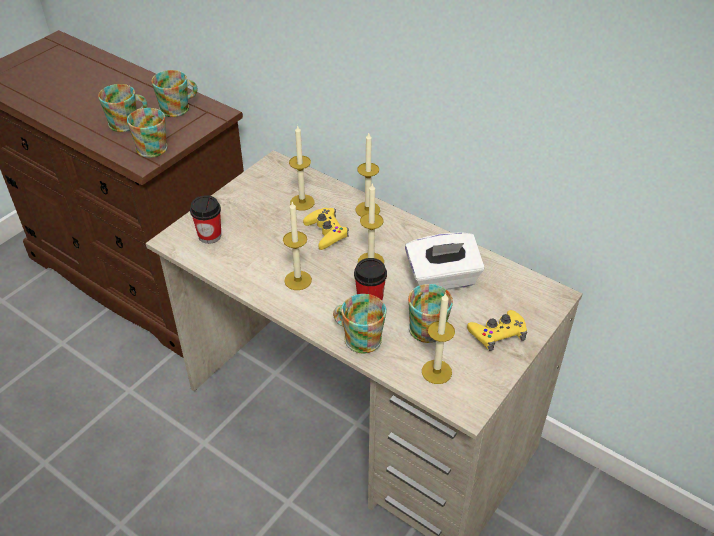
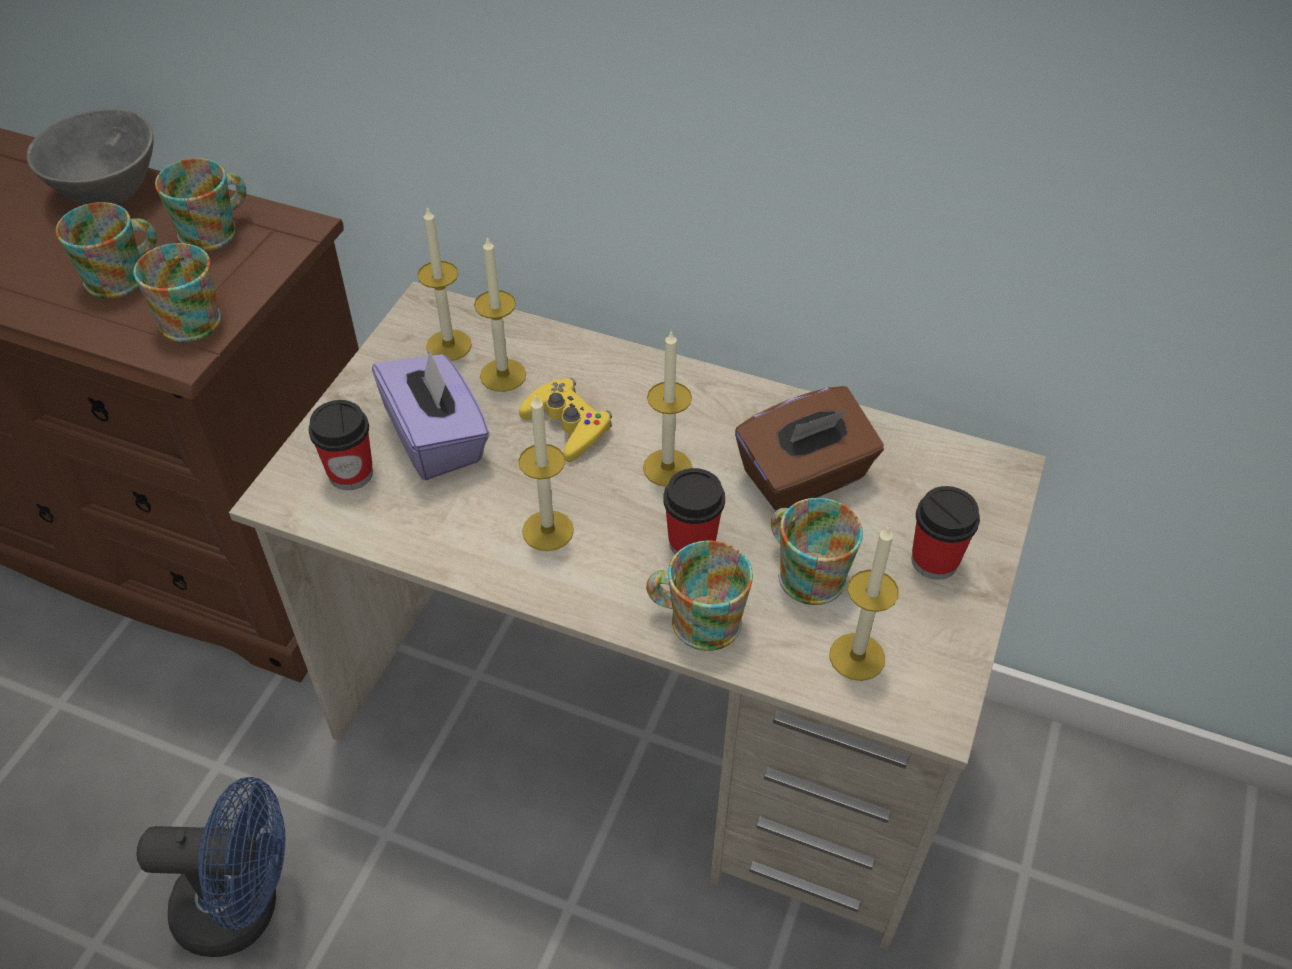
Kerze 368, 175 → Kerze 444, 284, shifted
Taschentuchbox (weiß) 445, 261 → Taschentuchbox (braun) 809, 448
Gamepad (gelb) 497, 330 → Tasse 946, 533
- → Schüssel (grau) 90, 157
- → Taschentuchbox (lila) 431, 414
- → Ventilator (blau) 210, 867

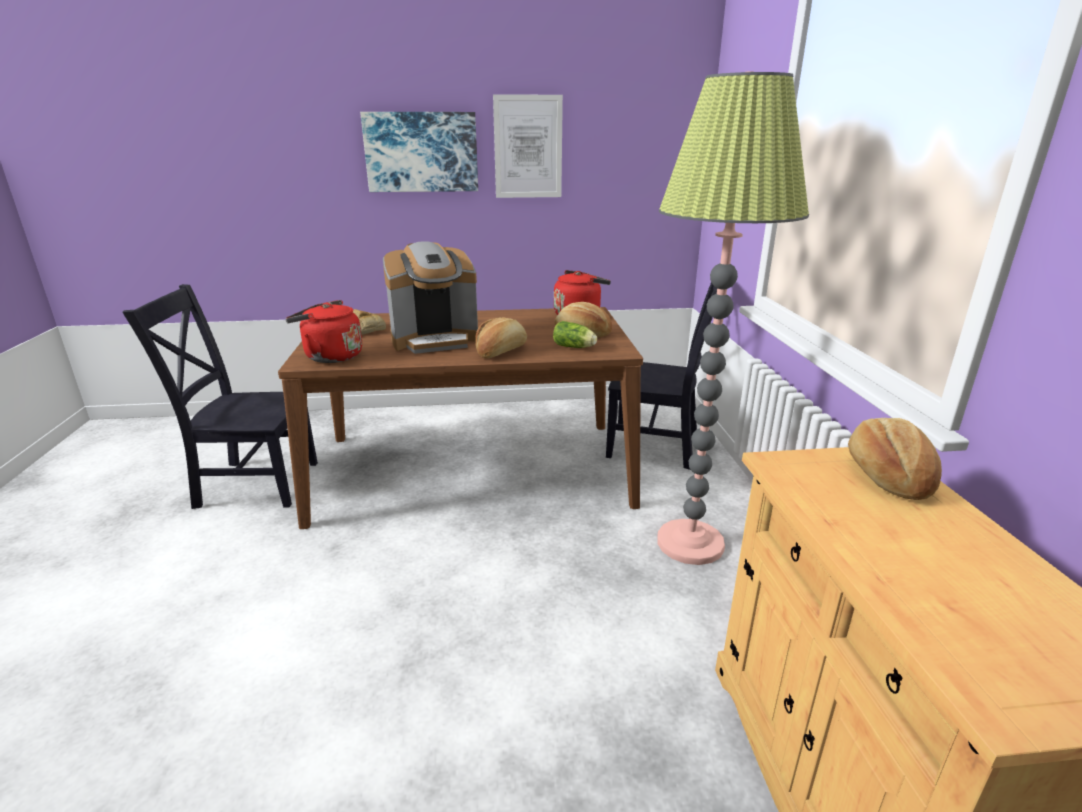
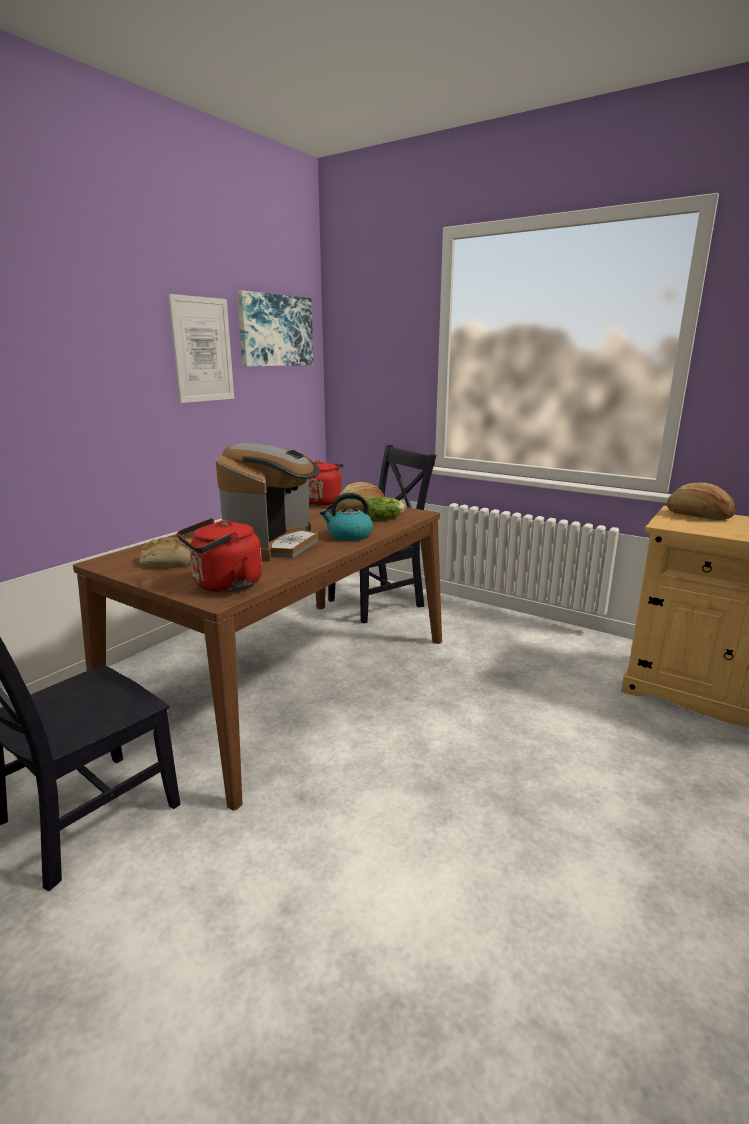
Stehlampe 733, 318 → -
Bild 419, 152 → Bild 275, 328, shifted
Brot 501, 337 → Wasserkessel 346, 517

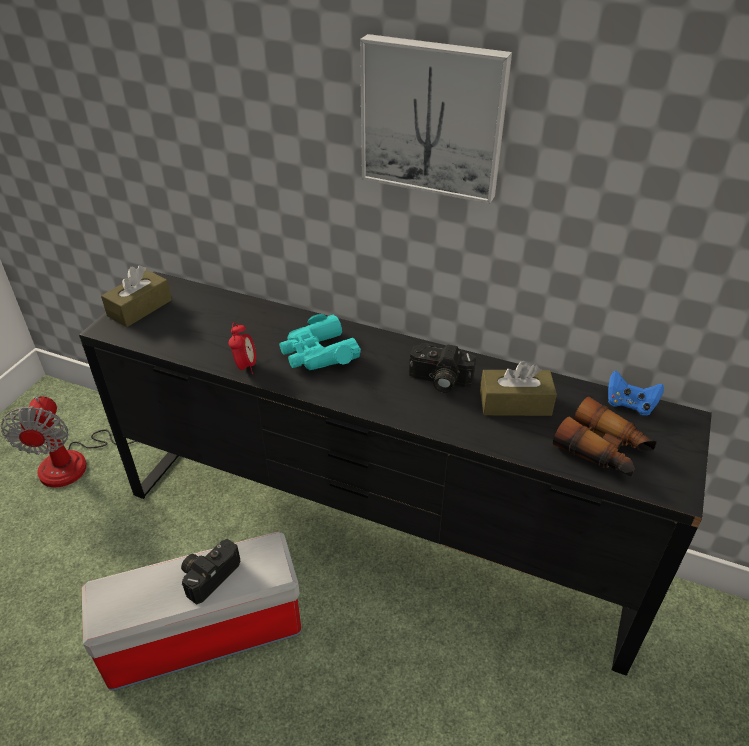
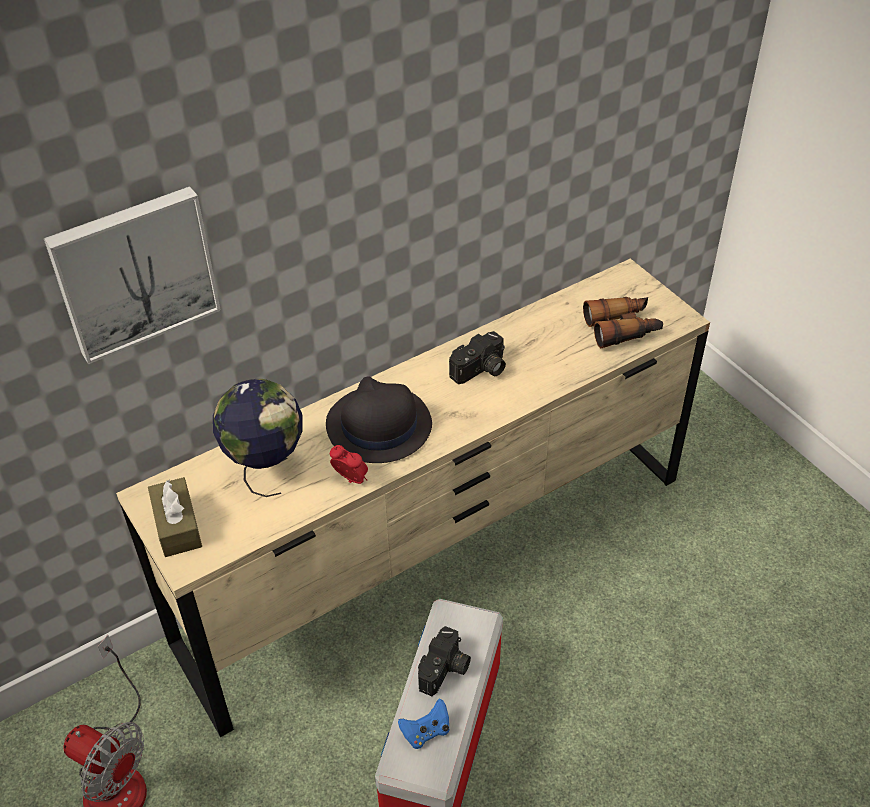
Bild 436, 119 → Bild 132, 275, shifted
Kommode (schwarz) 395, 474 → Kommode (beige) 413, 497
Fernglas (türkis) 320, 342 → Hut (schwarz) 379, 419
Taschentuchbox (braun) 518, 388 → -
Gamepad (blau) 636, 393 → Gamepad (blau) 424, 724, shifted
Kamera 210, 572 → Kamera 444, 661, 135 degrees counterclockwise
- → Globus 258, 438

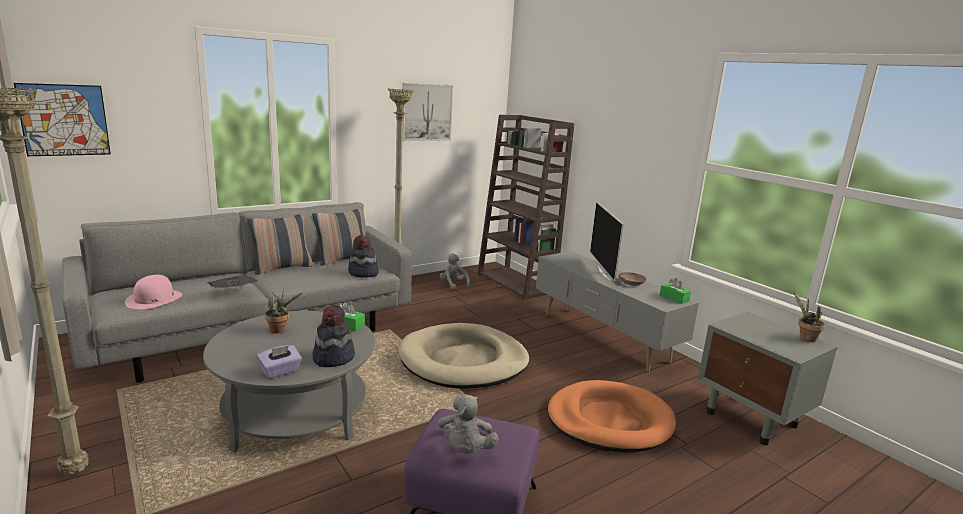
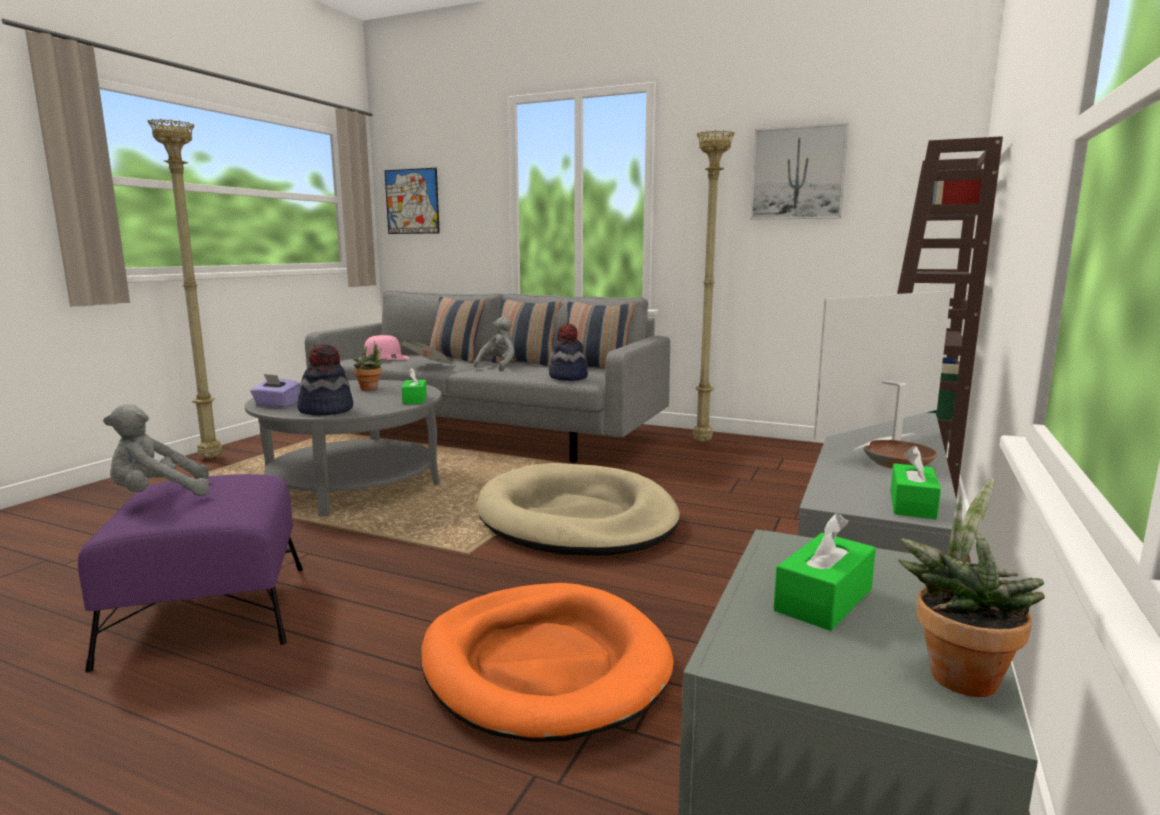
Plüschtier (grau) 455, 272 → Plüschtier (grau) 494, 344, shifted
- → Kissen 457, 330
- → Taschentuchbox (grün) 824, 572

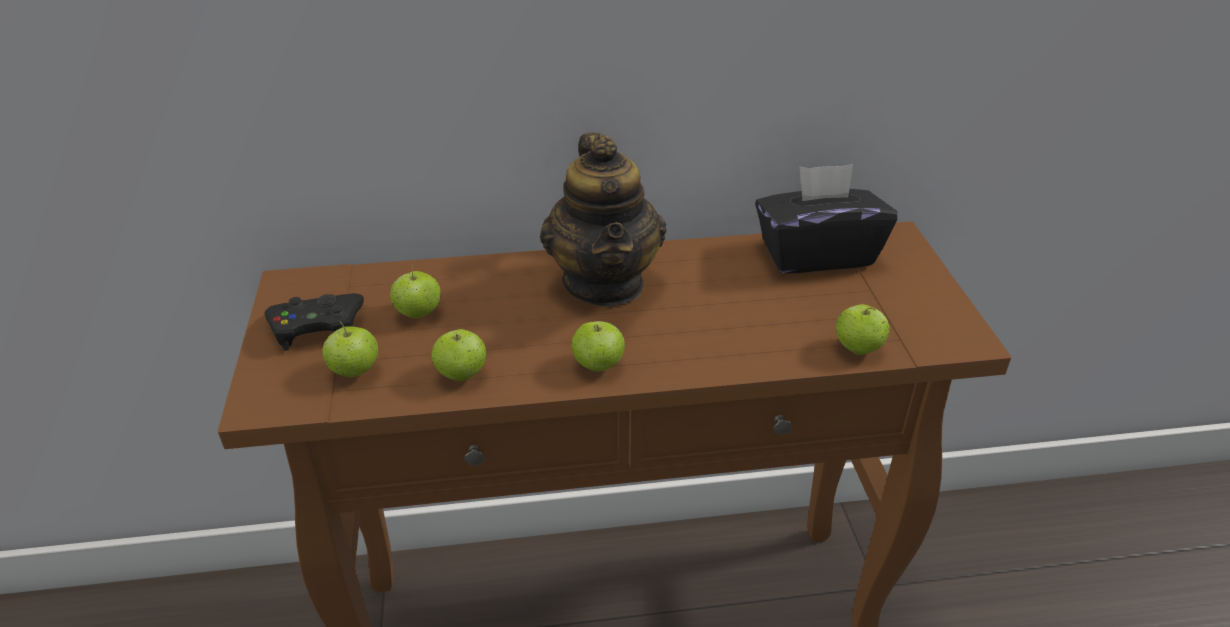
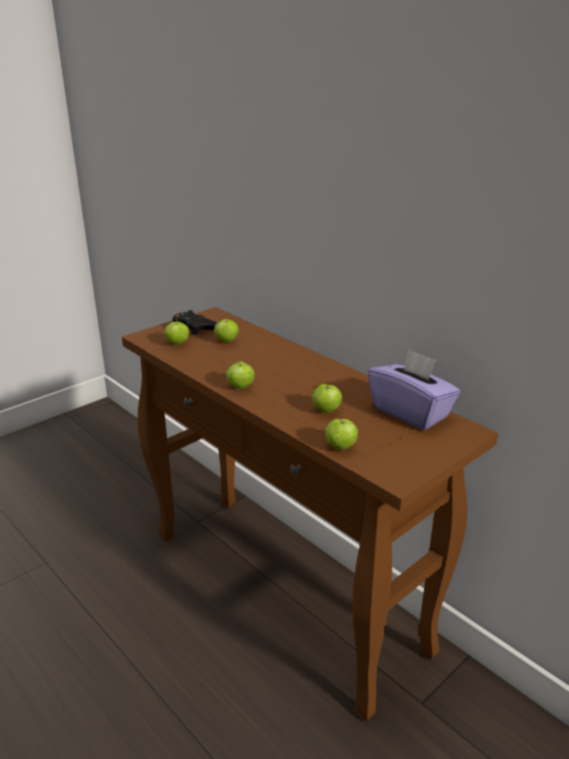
Teekanne 603, 219 → -
Taschentuchbox (schwarz) 826, 218 → Taschentuchbox (lila) 414, 389
Apfel 459, 355 → Apfel 327, 398, shifted

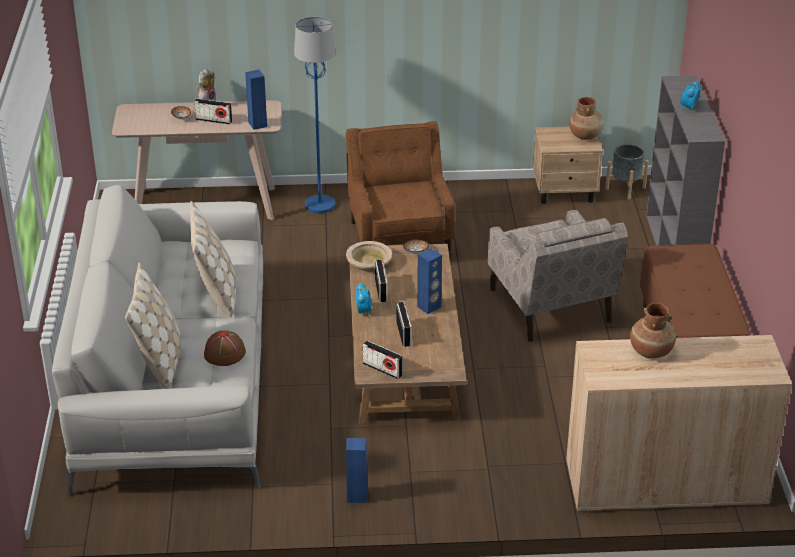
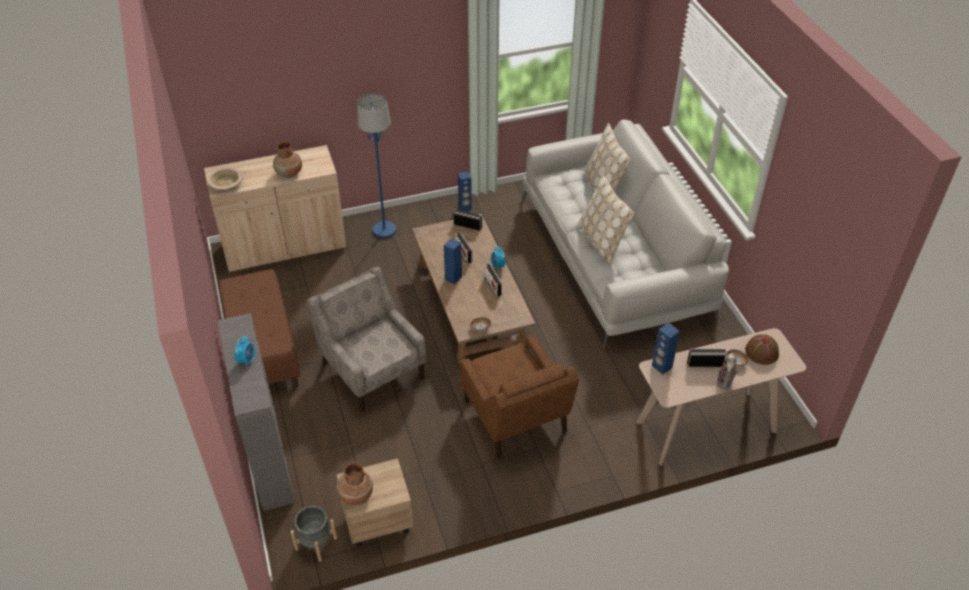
Stehlampe (blau) 315, 115 → Stehlampe (blau) 376, 166, shifted
Schüssel (beige) 369, 256 → Schüssel (beige) 225, 179, shifted
Hut (braun) 225, 348 → Hut (braun) 762, 349, shifted

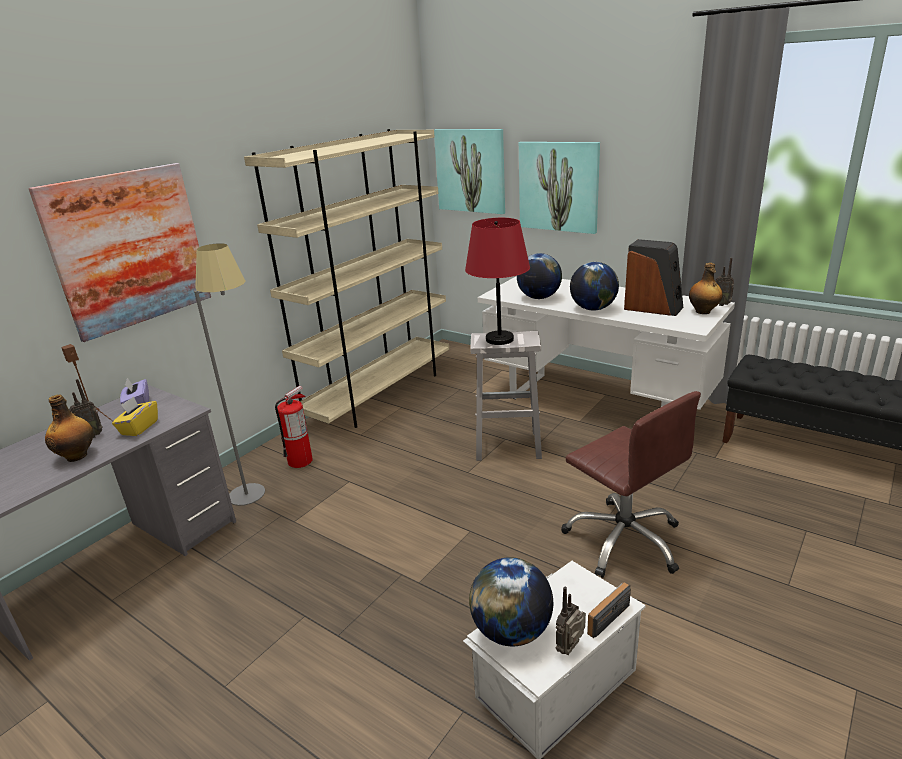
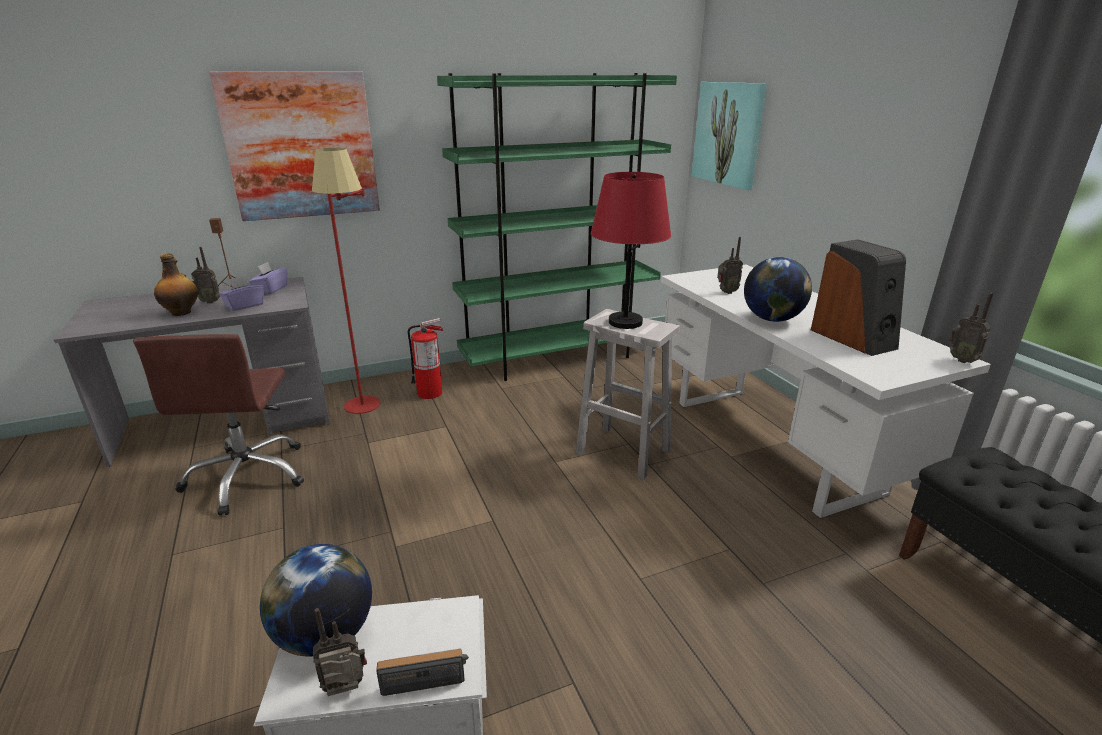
Bücherregal (beige) 346, 278 → Bücherregal (grün) 557, 227
Bild 559, 188 → -
Stehlampe (grau) 229, 374 → Stehlampe (rot) 346, 281
Globus 539, 276 → Radio 730, 265
Flasche 706, 288 → -
Bürostuhl (braun) 631, 484 → Bürostuhl (braun) 218, 425, shifted
Taschentuchbox (gelb) 135, 416 → Taschentuchbox (lila) 241, 293

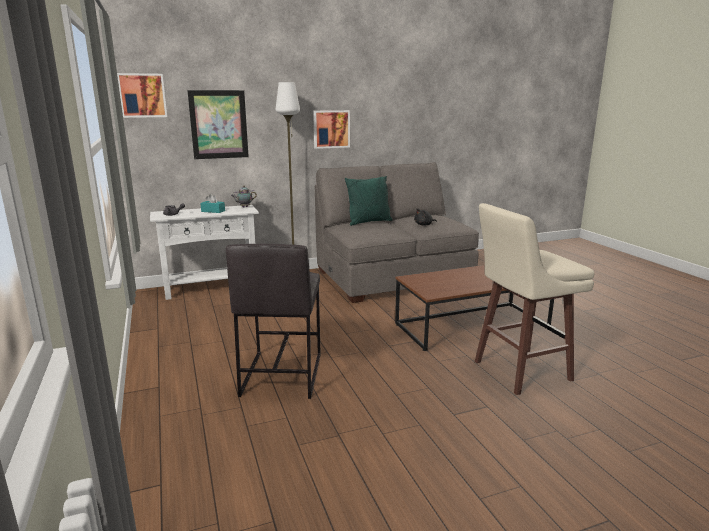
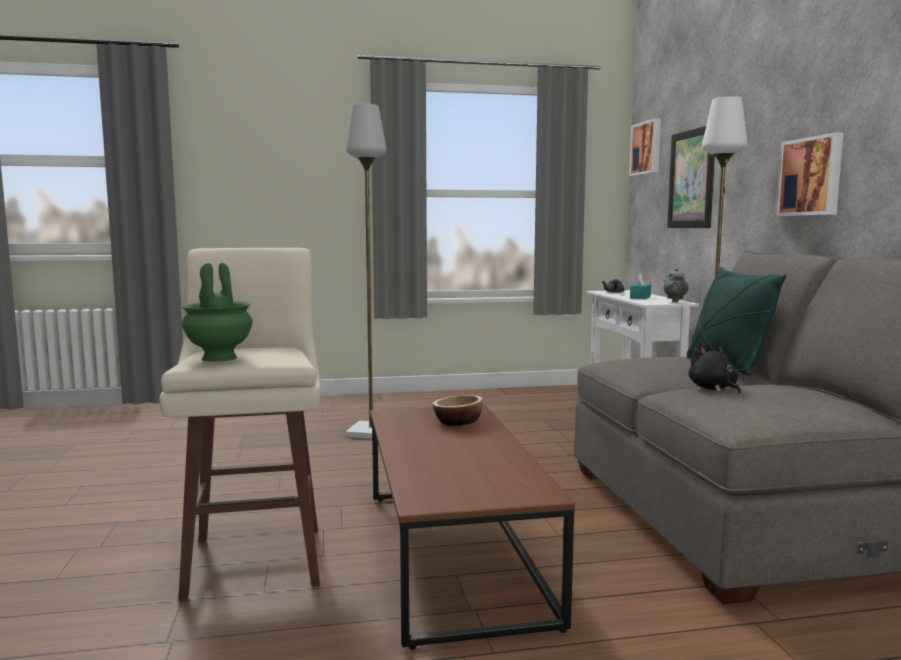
Hocker (grau) 273, 321 → Stehlampe (grau) 366, 271
- → Vase (grün) 217, 312
- → Schüssel 458, 410

